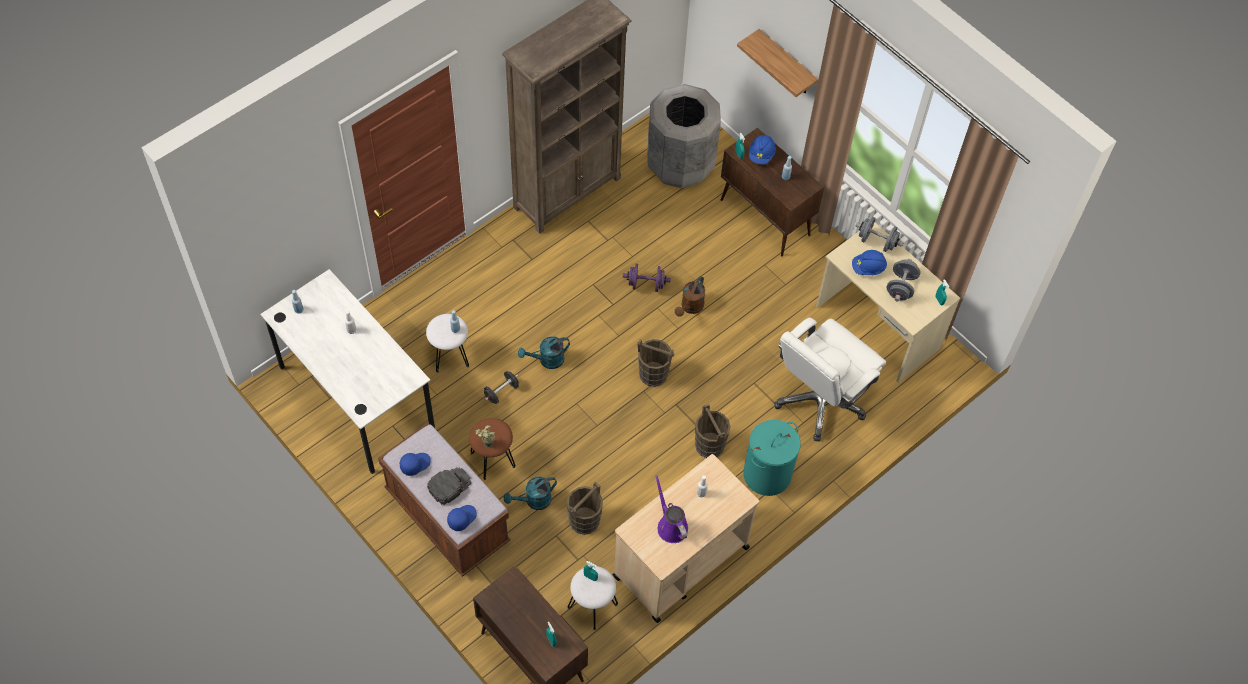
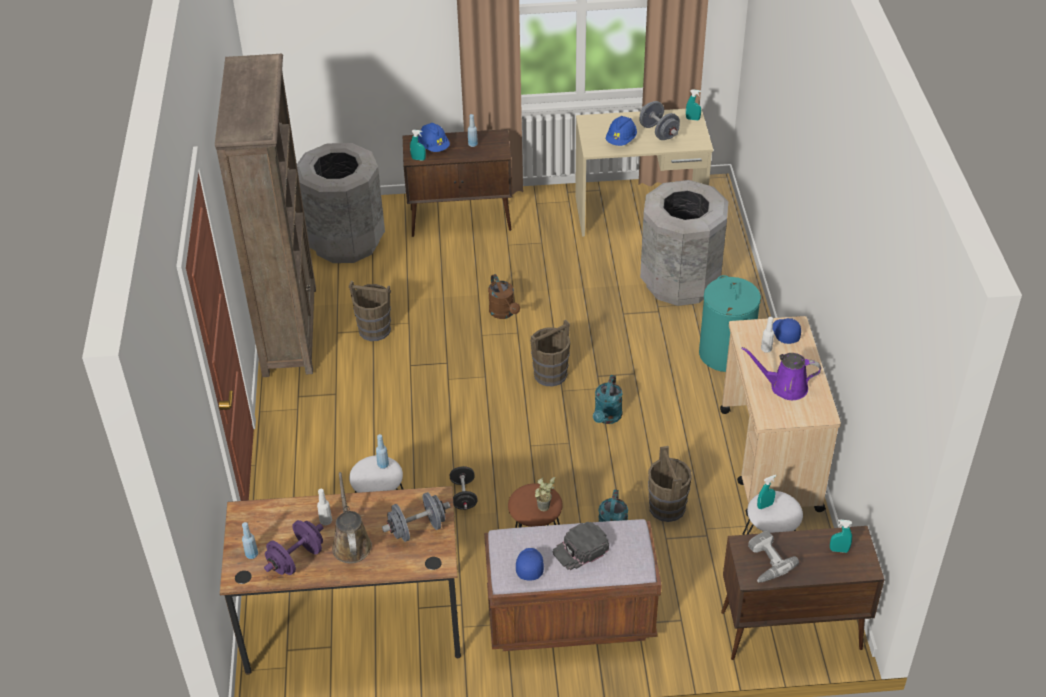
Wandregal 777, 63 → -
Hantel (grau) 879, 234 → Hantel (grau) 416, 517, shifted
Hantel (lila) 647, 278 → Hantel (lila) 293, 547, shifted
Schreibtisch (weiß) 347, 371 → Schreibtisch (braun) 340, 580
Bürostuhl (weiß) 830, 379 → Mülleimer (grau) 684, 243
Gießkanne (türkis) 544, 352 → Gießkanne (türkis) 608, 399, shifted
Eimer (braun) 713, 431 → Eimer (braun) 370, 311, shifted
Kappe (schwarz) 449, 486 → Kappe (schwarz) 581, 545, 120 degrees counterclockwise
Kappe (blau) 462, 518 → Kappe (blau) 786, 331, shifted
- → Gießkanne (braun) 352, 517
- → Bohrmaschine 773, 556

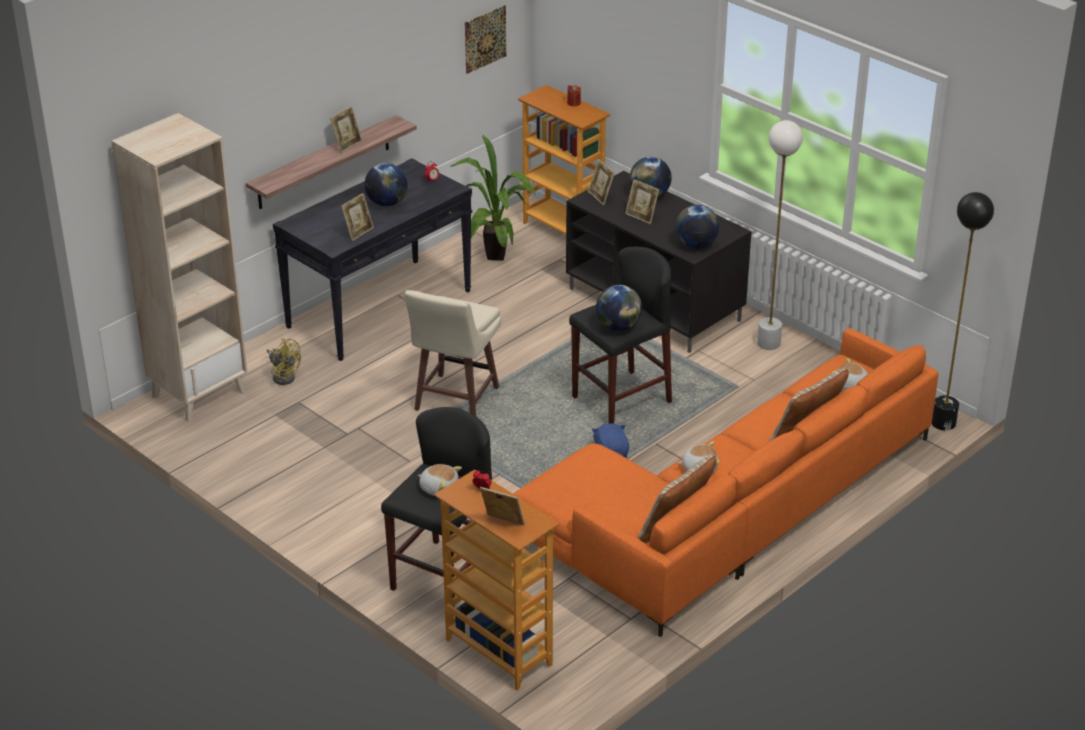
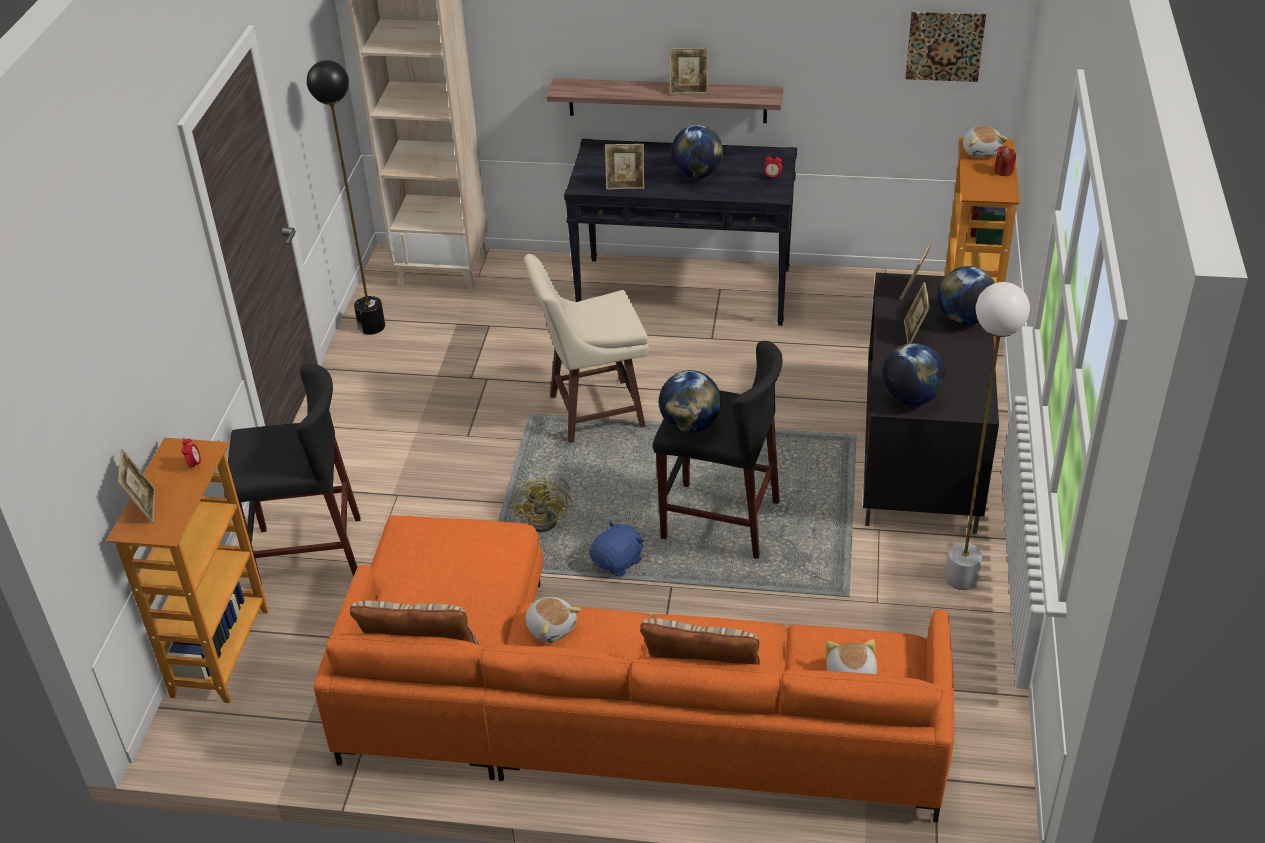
Topfpflanze 493, 197 → -
Stehlampe (schwarz) 962, 311 → Stehlampe (schwarz) 346, 197, shifted
Ventilator (gelb) 284, 361 → Ventilator (gelb) 542, 504, shifted
Plüschtier 440, 480 → Plüschtier 985, 142, shifted

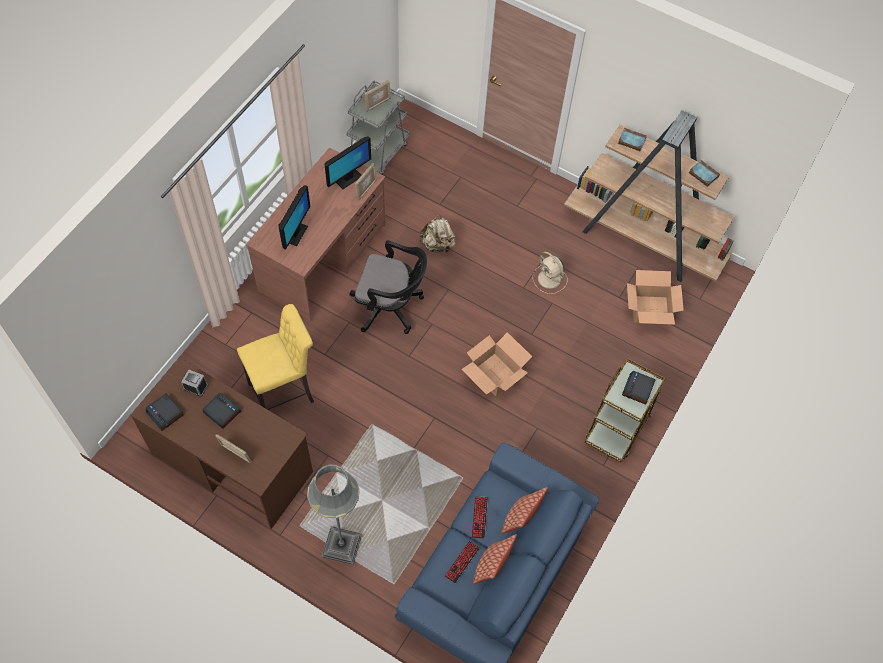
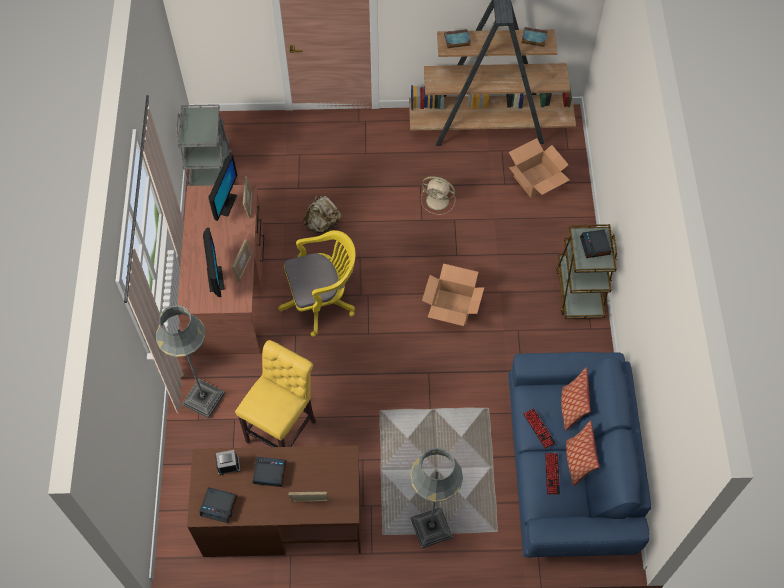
Bilderrahmen 377, 96 → Bilderrahmen 242, 261, shifted
Bürostuhl (schwarz) 388, 287 → Bürostuhl (gelb) 317, 283
- → Stehlampe (grau) 190, 361

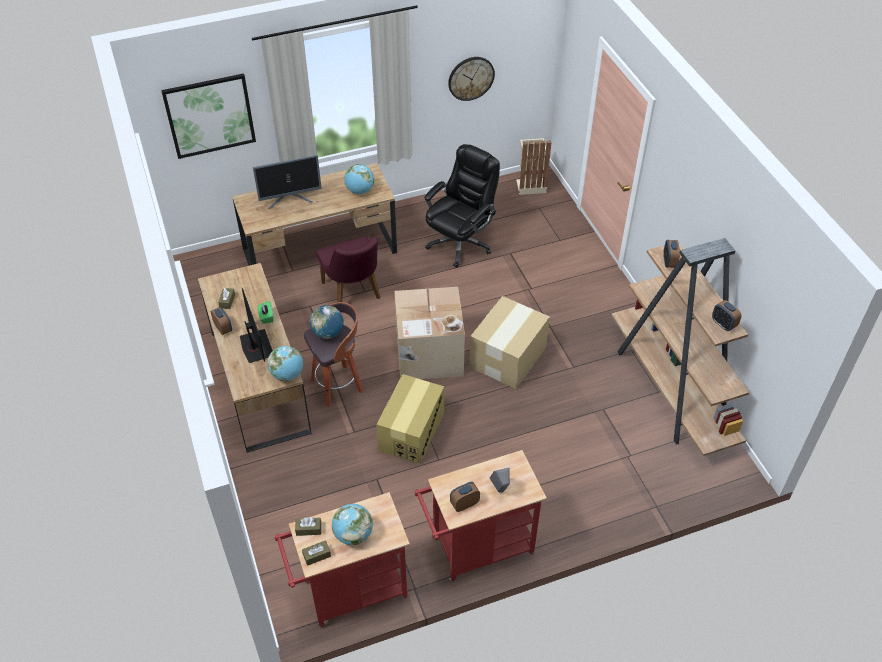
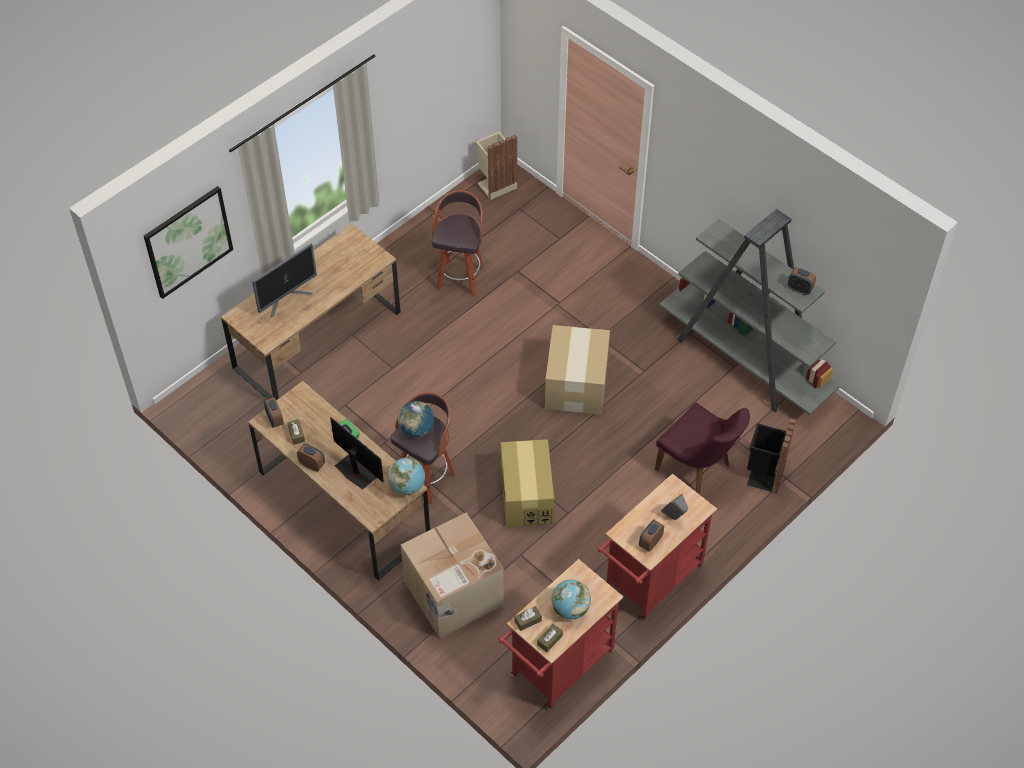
Wanduhr 471, 79 → -
Bürostuhl (schwarz) 462, 206 → Hocker 458, 243
Globus 359, 179 → -
Stuhl (lila) 348, 269 → Stuhl (lila) 702, 449, shifted
Bücherregal (braun) 680, 347 → Bücherregal (grau) 749, 312
Wecker 671, 254 → Wecker 274, 412, shifted
Karton 429, 333 → Karton 452, 575, shifted
- → Mülleimer (schwarz) 771, 456

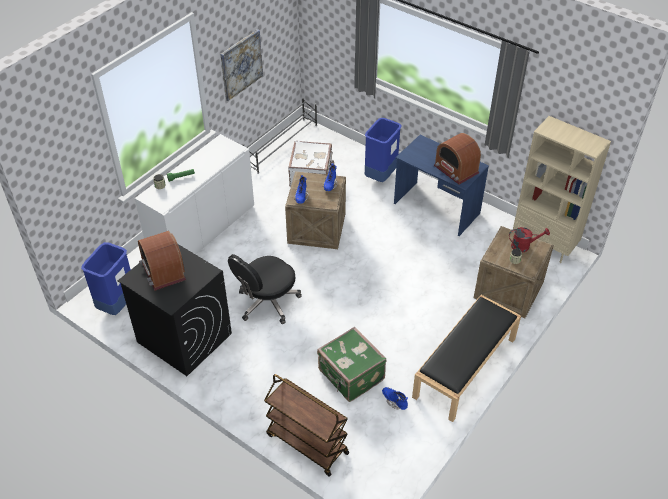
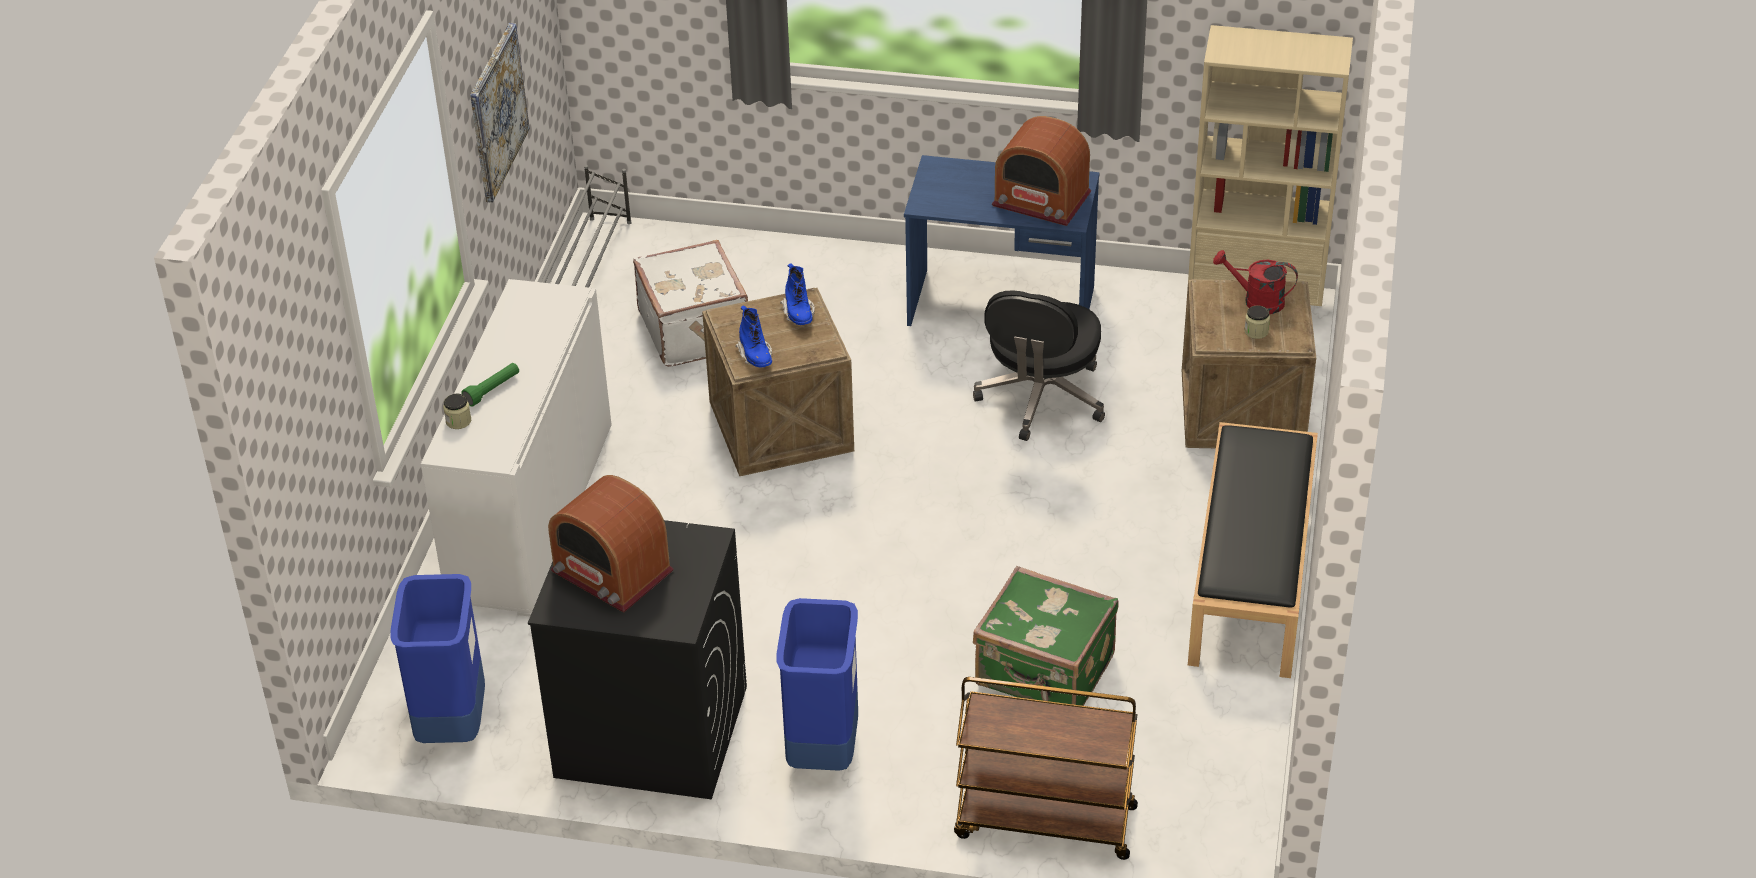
Mülleimer (blau) 383, 150 → Mülleimer (blau) 817, 684, shifted
Gießkanne (rot) 529, 240 → Gießkanne (rot) 1255, 282, 135 degrees counterclockwise
Bürostuhl (schwarz) 265, 289 → Bürostuhl (schwarz) 1039, 365, shifted
Stiefel (blau) 395, 398 → -

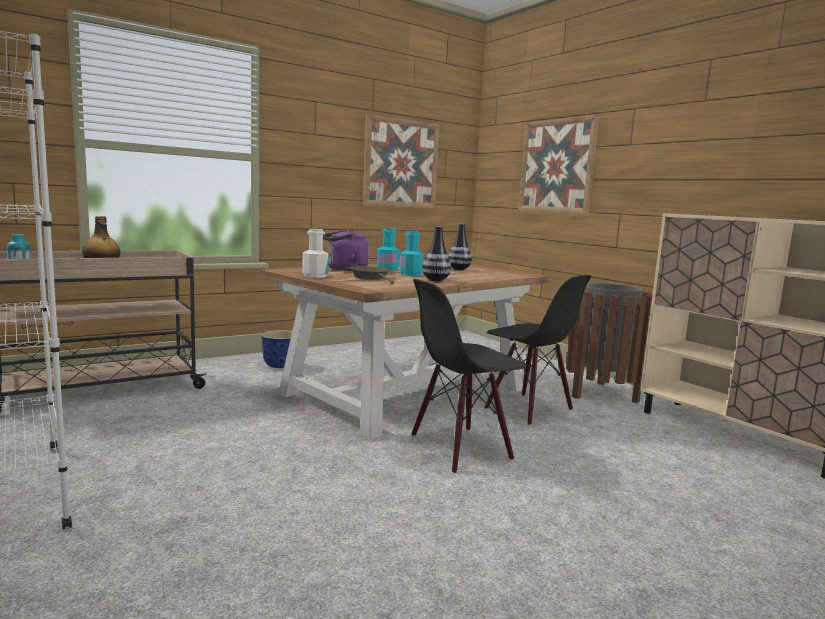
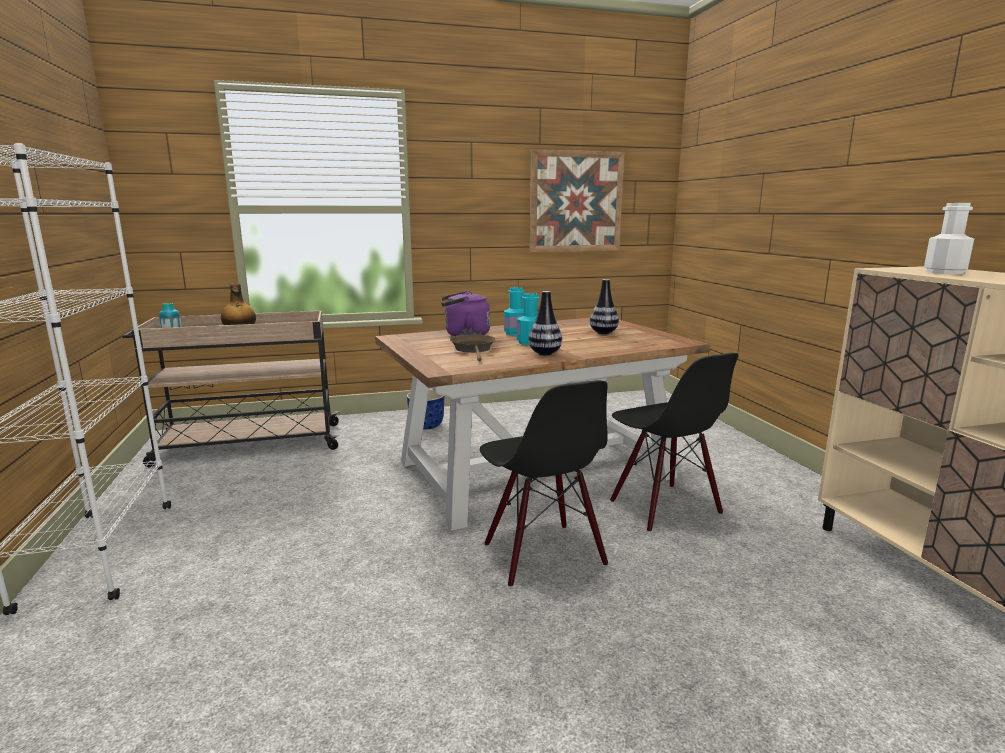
Bild 559, 165 → -
Flasche (weiß) 315, 253 → Flasche (weiß) 949, 238, shifted
Stuhl (schwarz) 469, 376 → Stuhl (schwarz) 544, 484, 105 degrees counterclockwise
Mülleimer (braun) 609, 343 → -

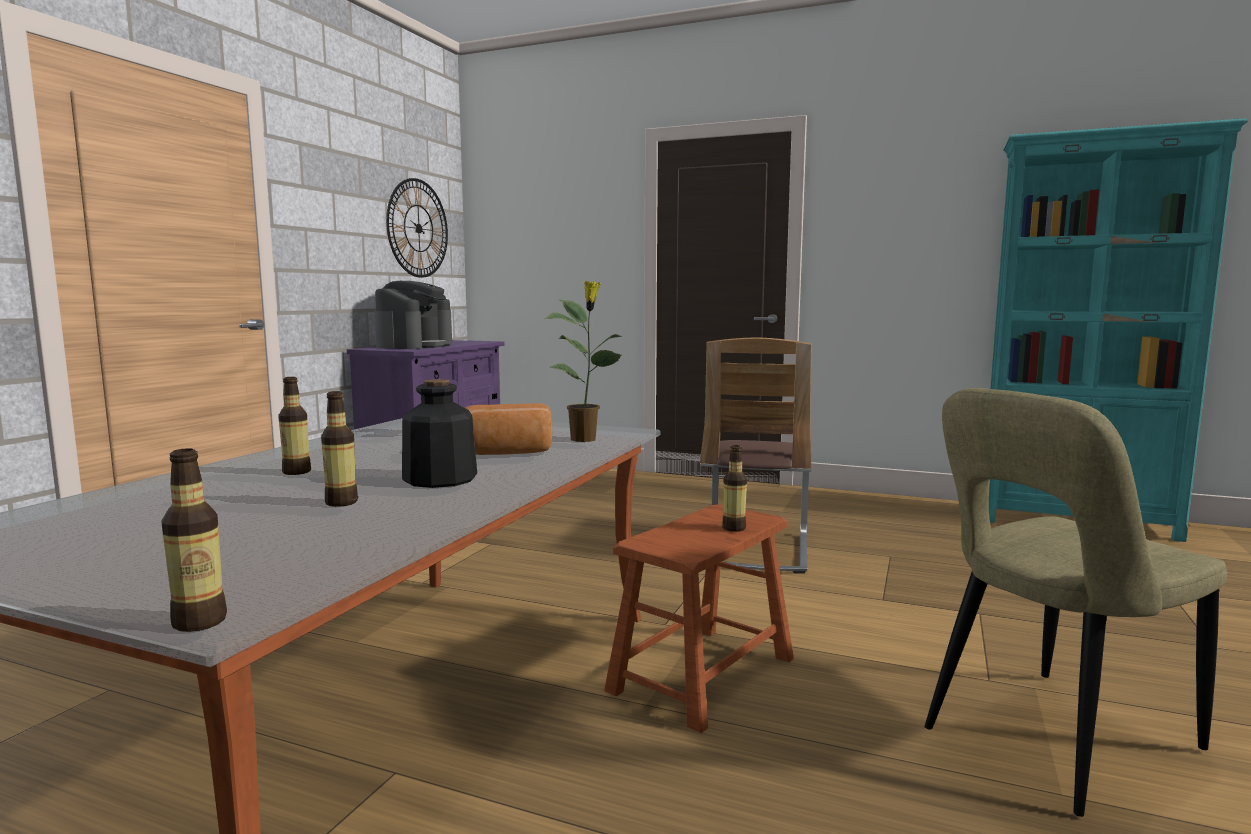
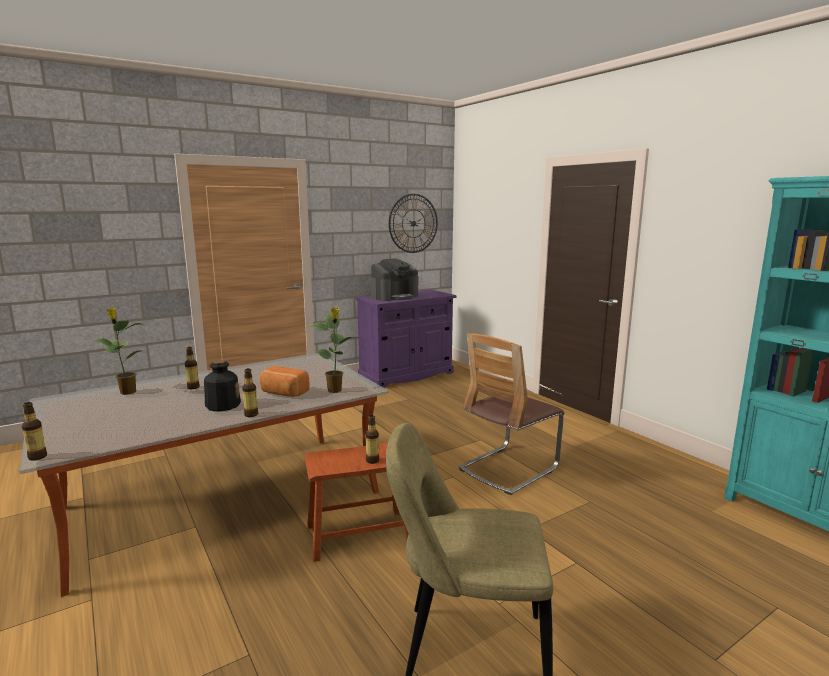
Flasche 339, 449 → Flasche 250, 392, shifted
- → Topfpflanze 119, 351

